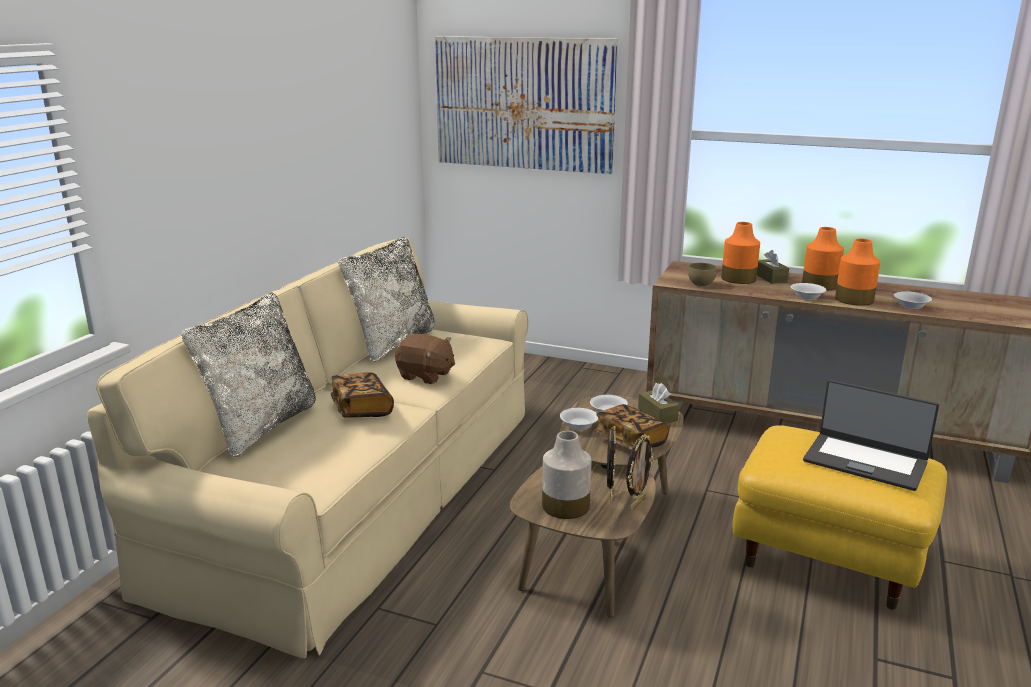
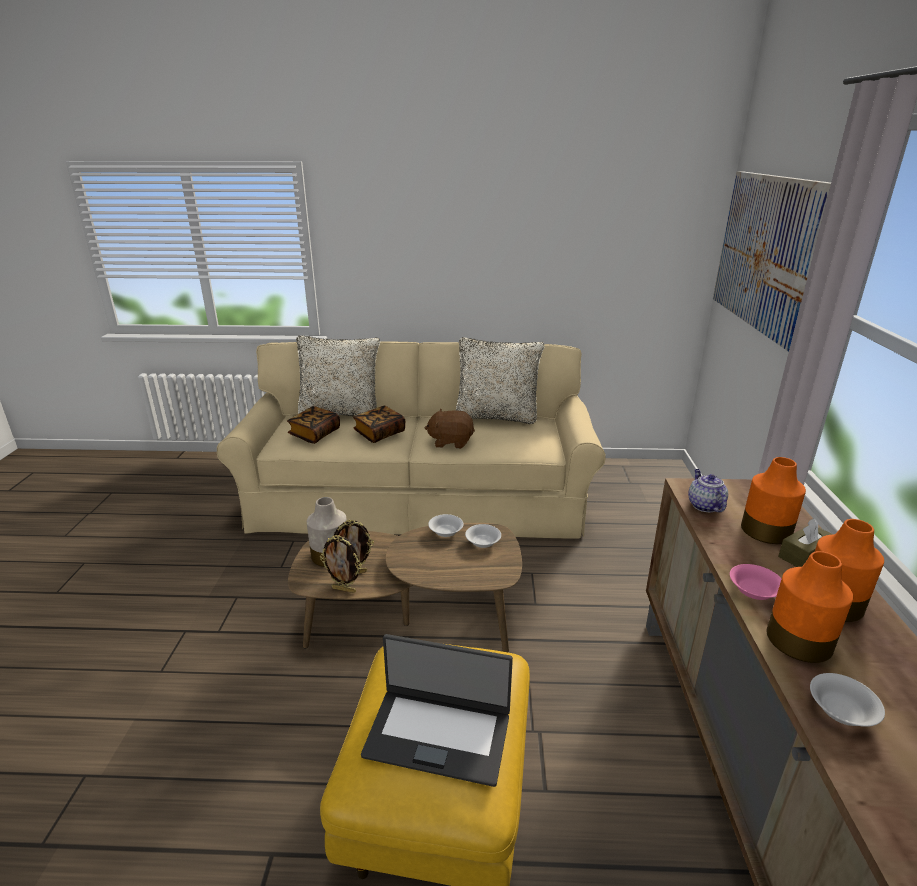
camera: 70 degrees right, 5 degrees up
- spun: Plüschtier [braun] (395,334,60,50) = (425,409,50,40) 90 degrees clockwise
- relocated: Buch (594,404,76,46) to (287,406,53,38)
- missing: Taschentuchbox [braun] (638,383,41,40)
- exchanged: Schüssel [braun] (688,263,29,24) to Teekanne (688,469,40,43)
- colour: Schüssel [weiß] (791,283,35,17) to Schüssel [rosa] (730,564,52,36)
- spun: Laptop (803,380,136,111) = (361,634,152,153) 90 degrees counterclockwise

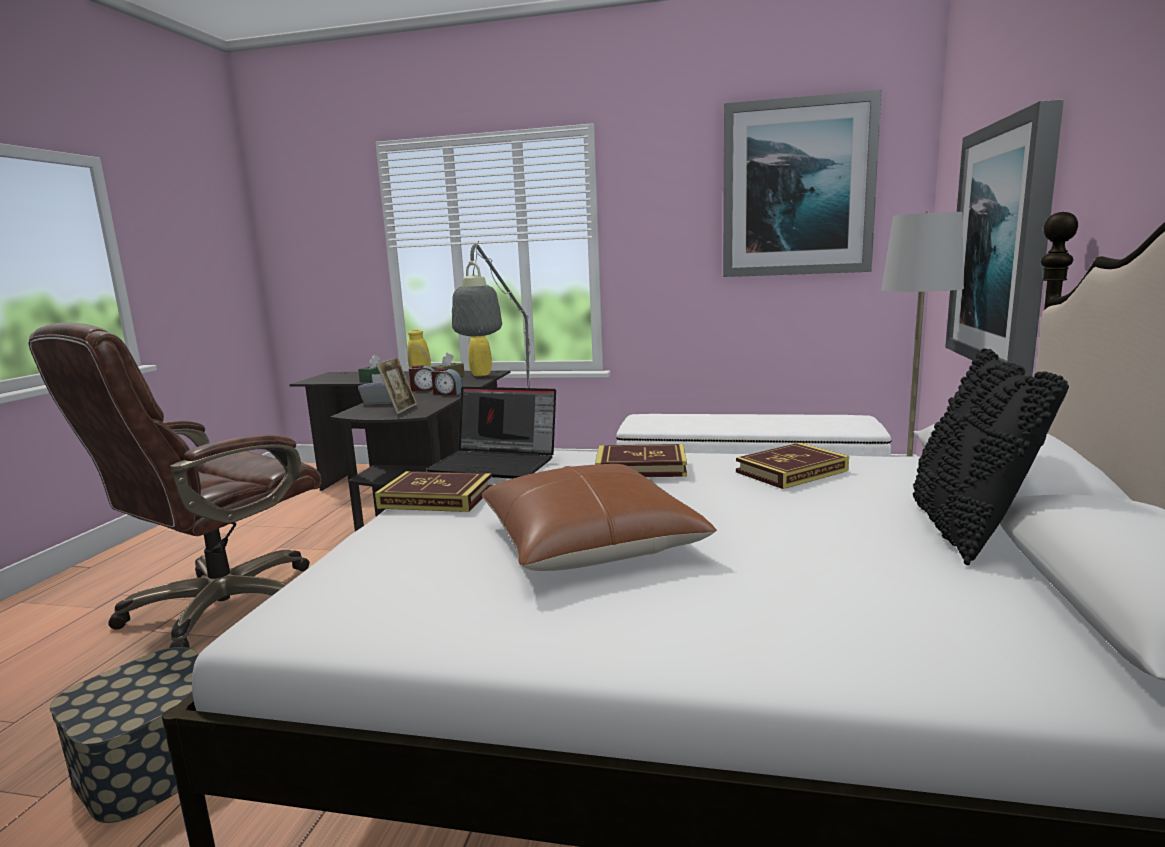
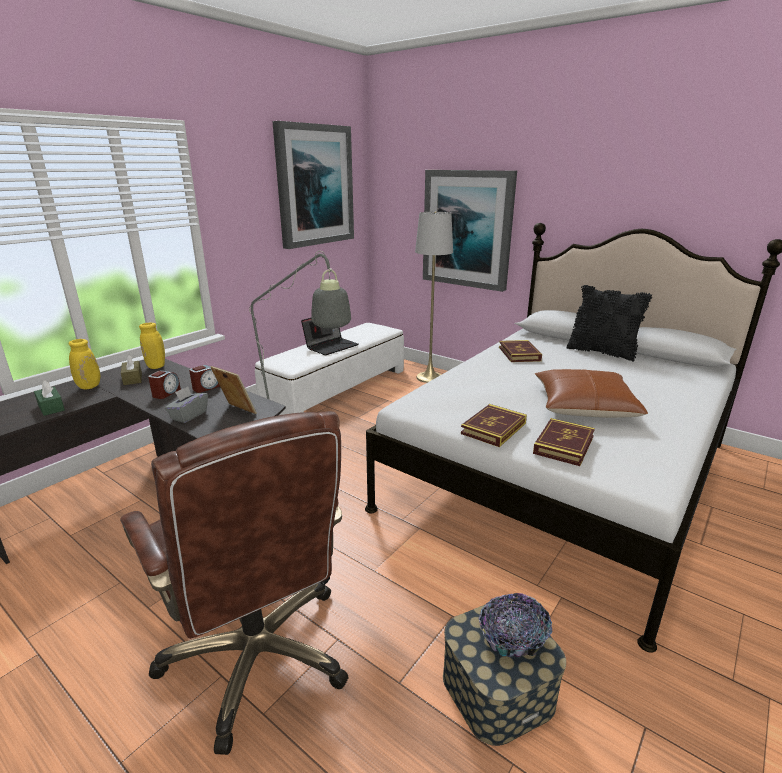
camera: 65 degrees left, 10 degrees up
- relocated: Laptop (426,387,130,92) to (301,318,57,37)
- relocated: Buch (595,444,92,33) to (533,418,62,48)
- appeared: Schüssel (479,593,73,64)

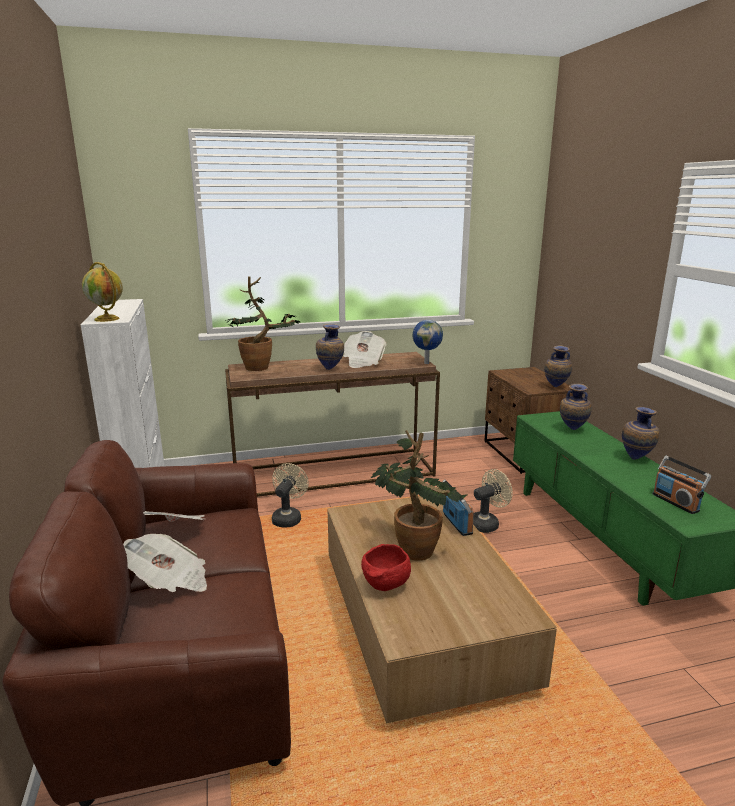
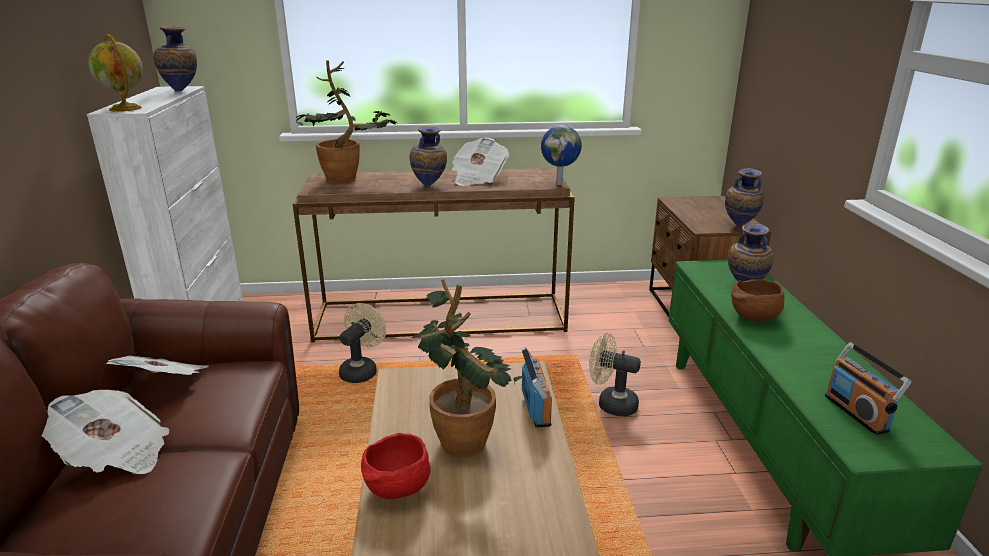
camera: 10 degrees right, 5 degrees up
- spun: Ventilator [beige] (473,469,40,64) = (589,333,52,83) 135 degrees counterclockwise
- relocated: Vase (622,407,38,53) to (154,26,43,65)
- appeared: Schüssel [braun] (731,279,53,42)

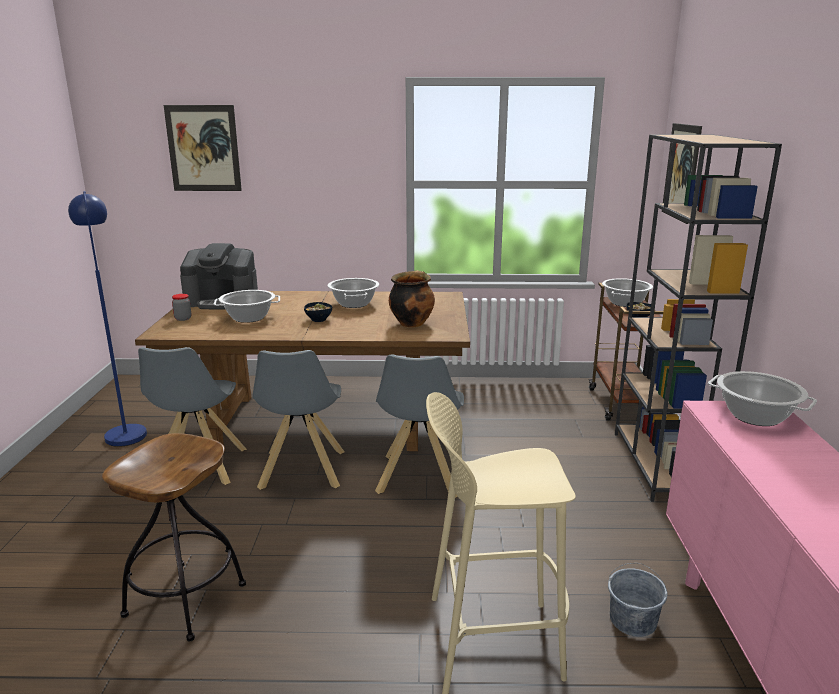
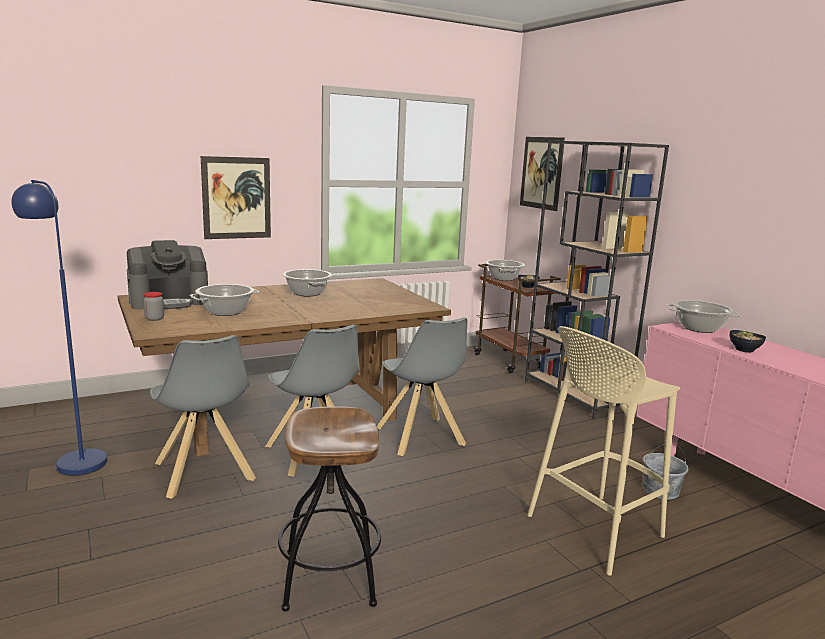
camera: 30 degrees left, 5 degrees down
- relocated: Bild (164,105,78,86) to (201,156,70,83)
- relocated: Schüssel (304,302,28,20) to (730,330,36,23)
- missing: Kochtopf (389,270,46,58)

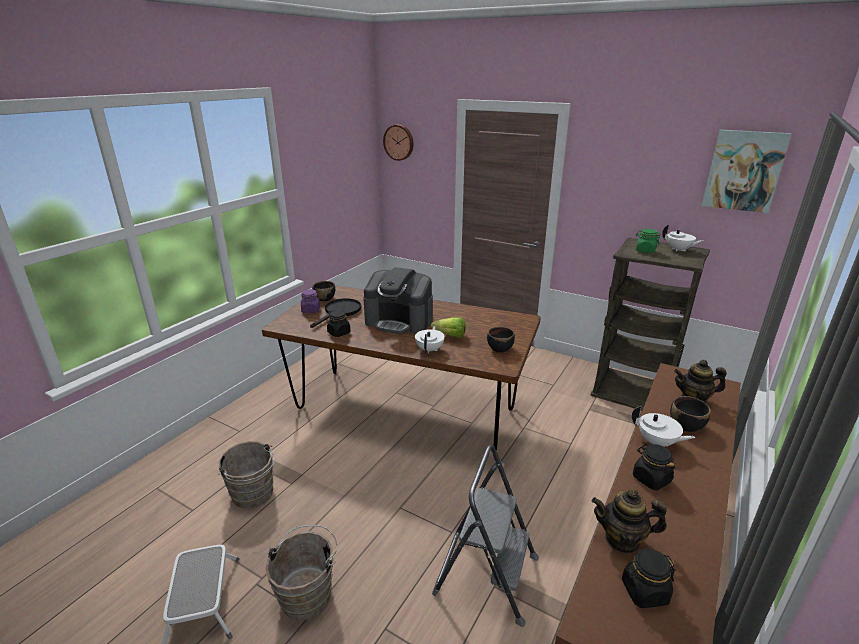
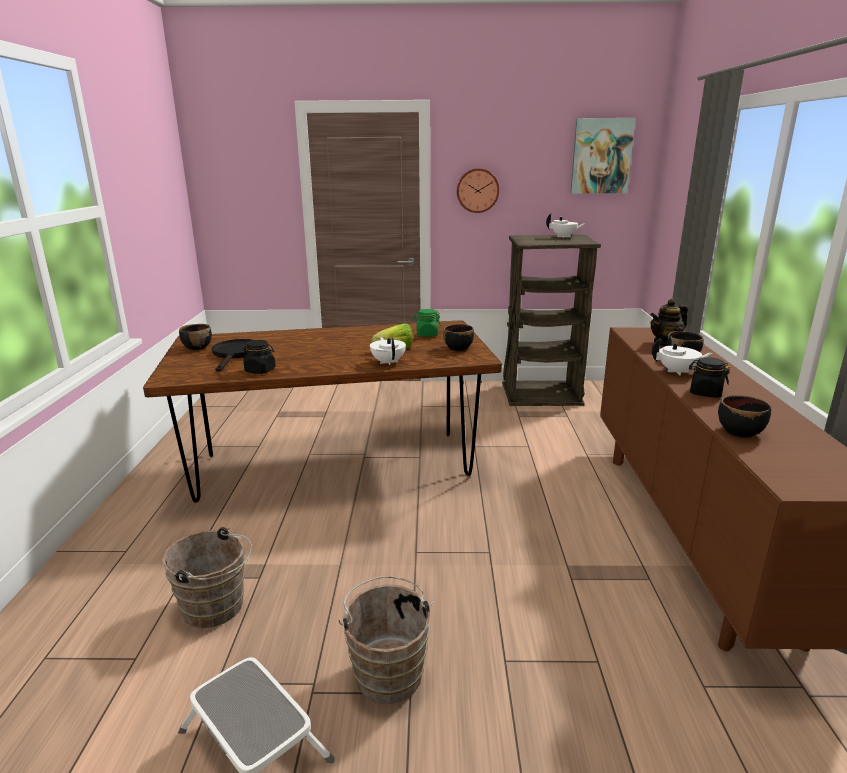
camera: 30 degrees left, 5 degrees down
- missing: Vorratsglas [lila] (301,289,19,24)
- missing: Kaffeemaschine (363,267,70,68)
- relocated: Wanduhr (383,125,31,36) to (457,168,42,45)
- missing: Trittleiter [grau] (432,445,107,182)
- exchanged: Teekanne (592,489,75,65) to Schüssel [schwarz] (718,395,53,43)
- missing: Vorratsglas [schwarz] (622,548,54,60)
- relocated: Vorratsglas [grün] (636,229,25,24) to (413,309,28,28)

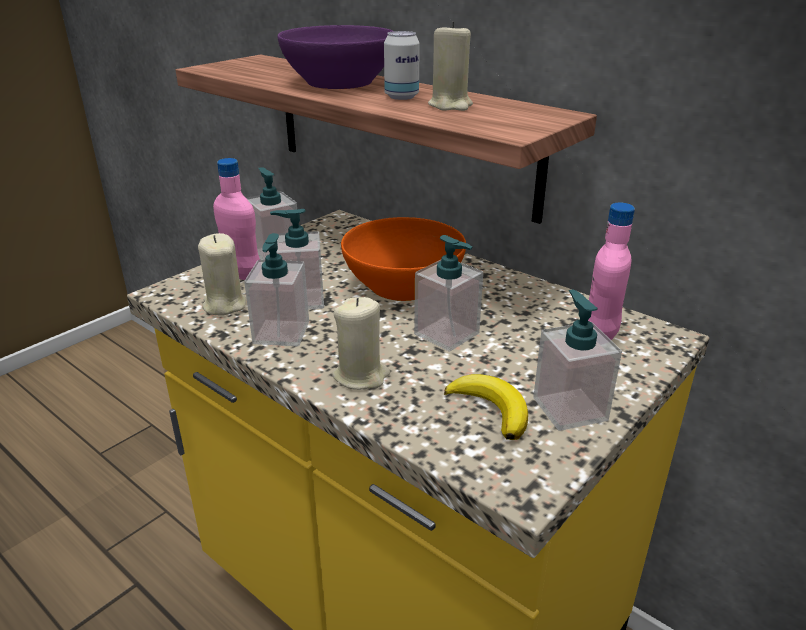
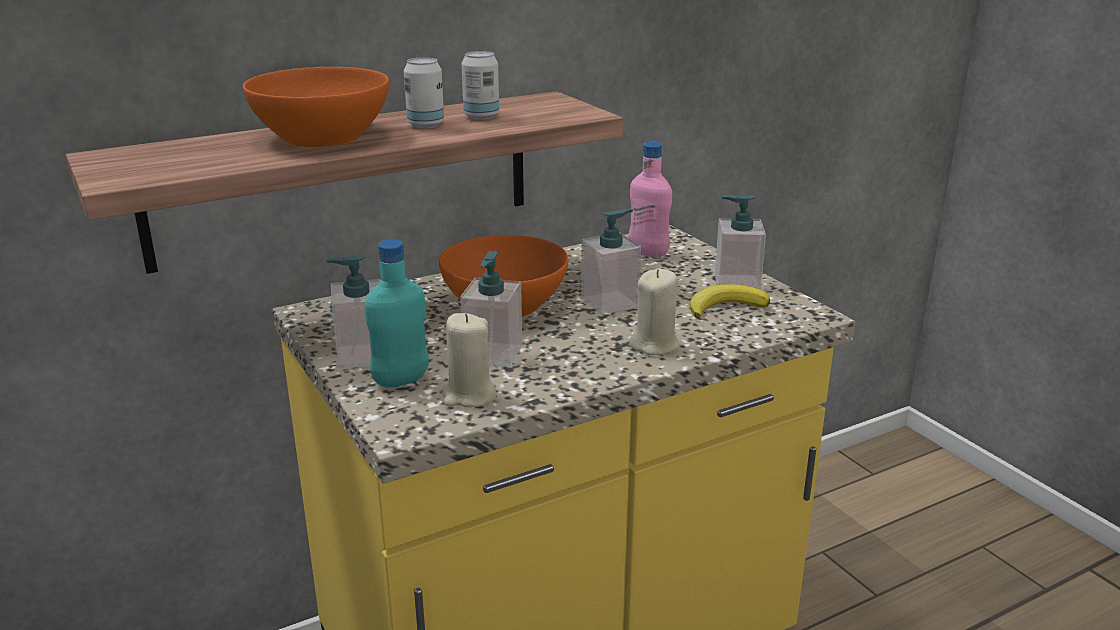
camera: 70 degrees left, 5 degrees down
- colour: Flasche [rosa] (213,158,47,122) to Flasche [türkis] (365,239,64,148)
- missing: Seifenspender (244,233,65,113)
- colour: Schüssel [lila] (278,25,115,64) to Schüssel [orange] (243,67,146,80)
- exchanged: Kerze [beige] (428,21,45,90) to Dose (462,51,37,69)

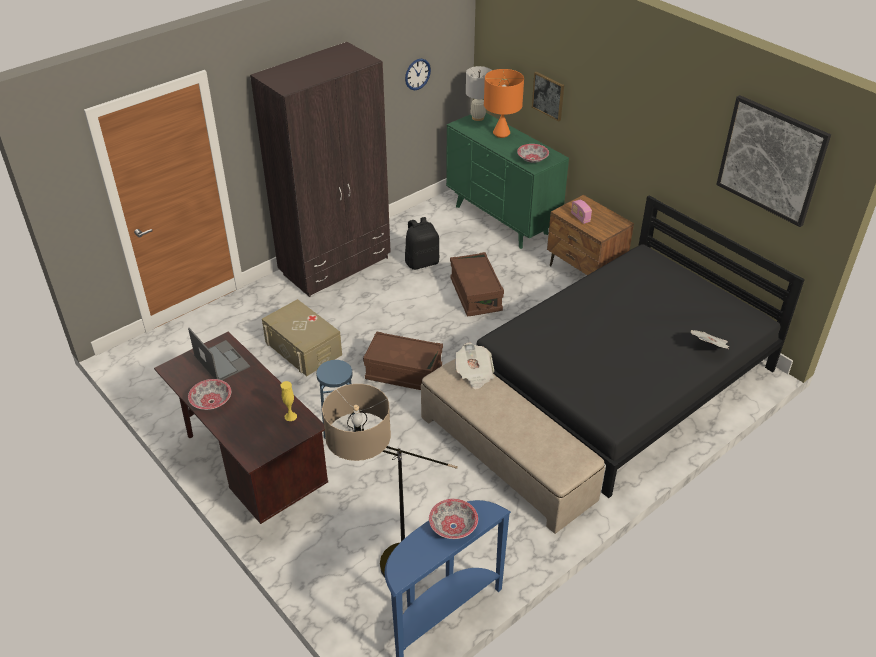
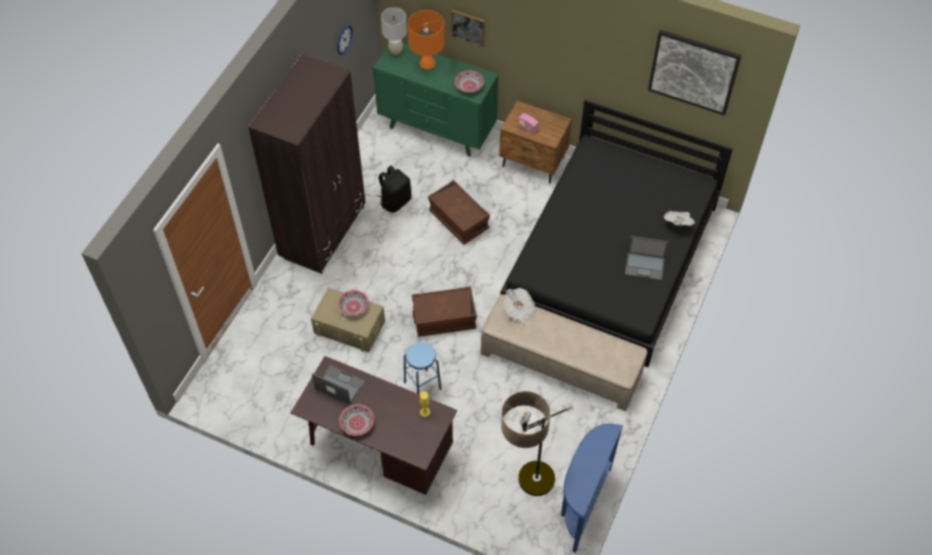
camera: 25 degrees left, 15 degrees up
- relocated: Schüssel (429,499,49,40) to (338,290,31,26)
- appeared: Laptop (625,236,44,44)

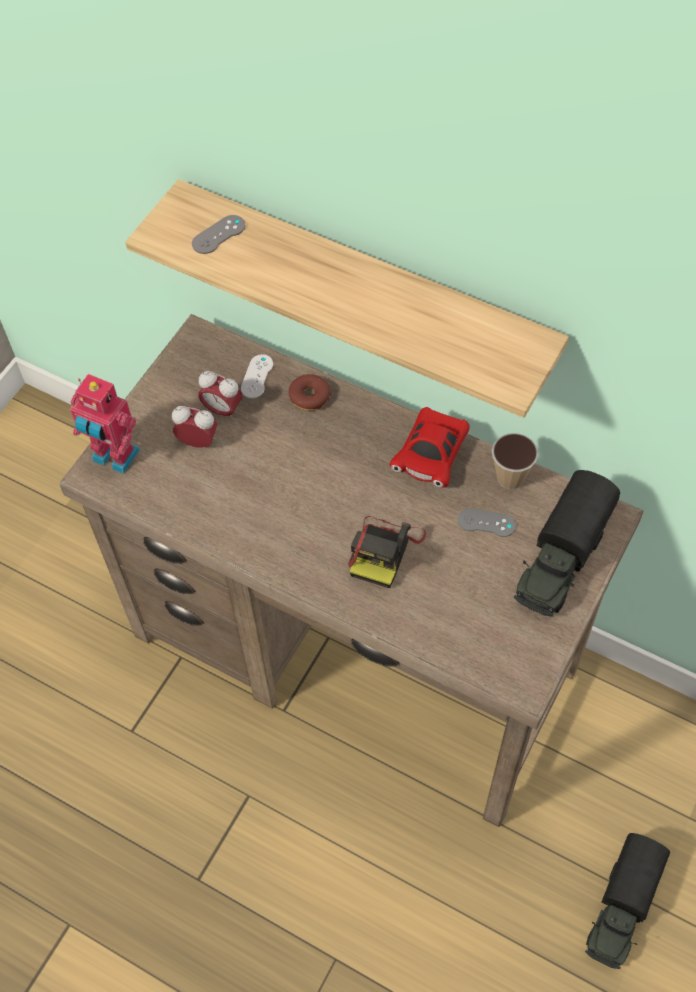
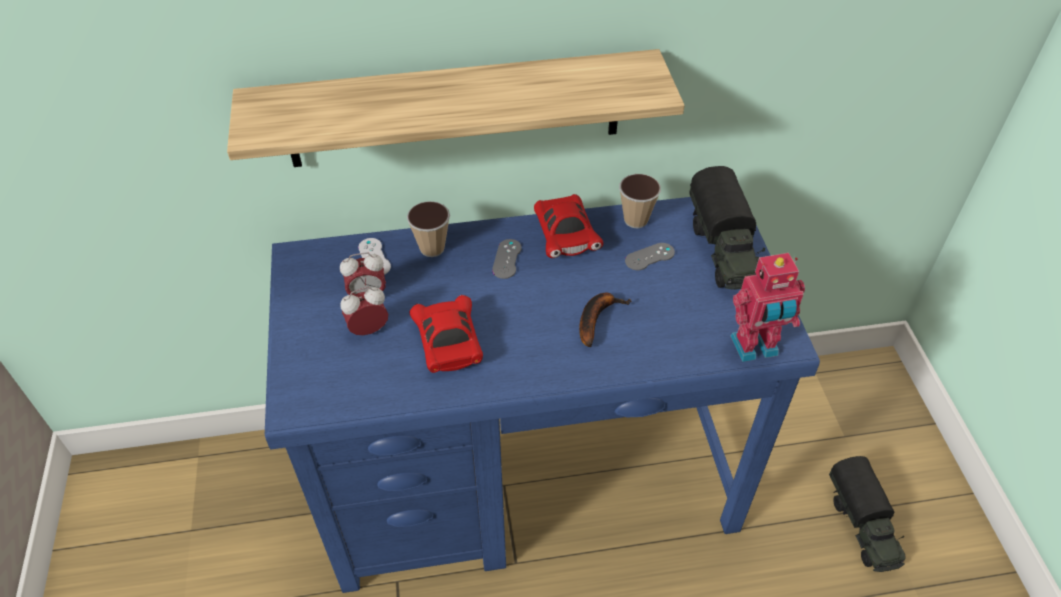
camera: 40 degrees left, 10 degrees down
- colour: Schreibtisch [braun] (60,314,584,513) to Schreibtisch [blau] (265,197,555,396)
- relocated: Spielzeugroboter (70,374,70,100) to (730,253,75,109)
- relocated: Gamepad [grau] (192,215,53,39) to (492,239,30,40)
- exchanged: Donut (289,374,42,37) to Tasse (407,201,43,56)
- exchanged: Kamera (348,516,78,72) to Banane (579,293,53,54)
- appeared: Spielzeugauto [rot] (410,295,73,78)

